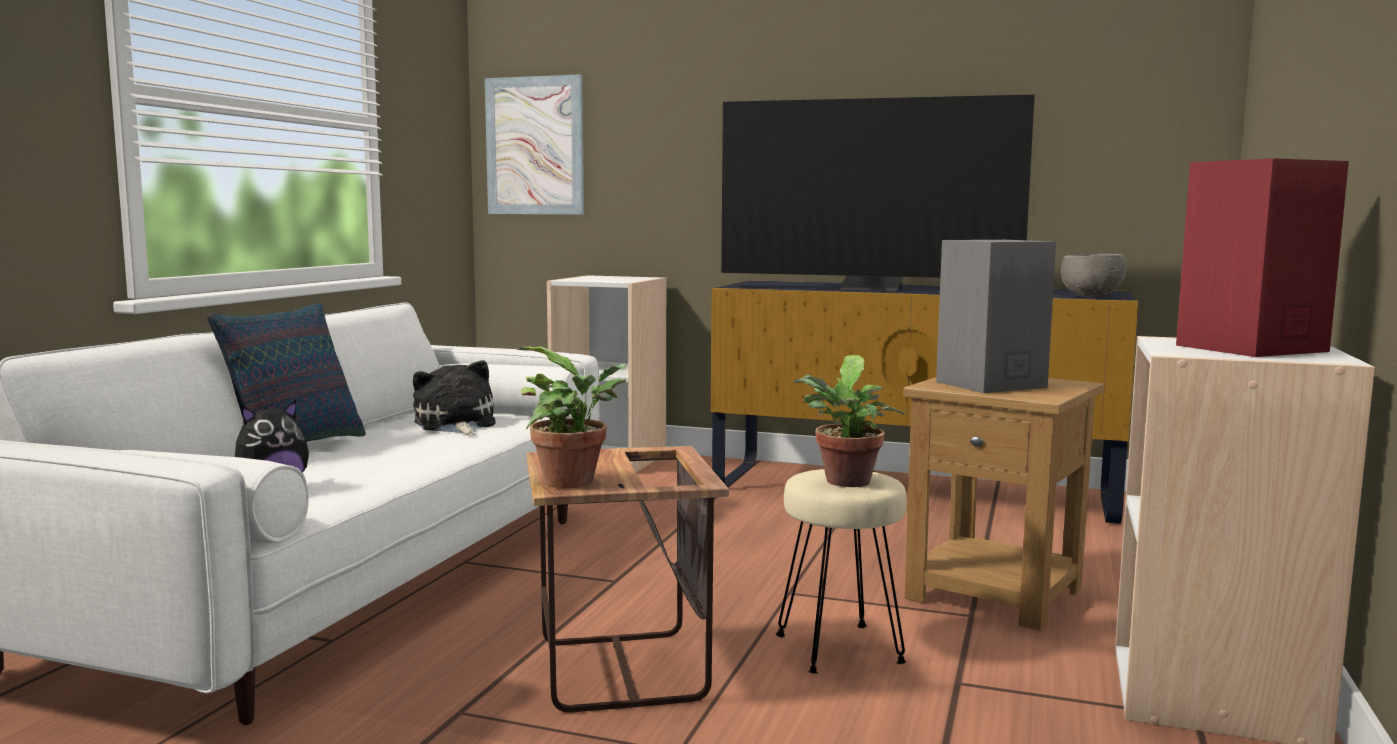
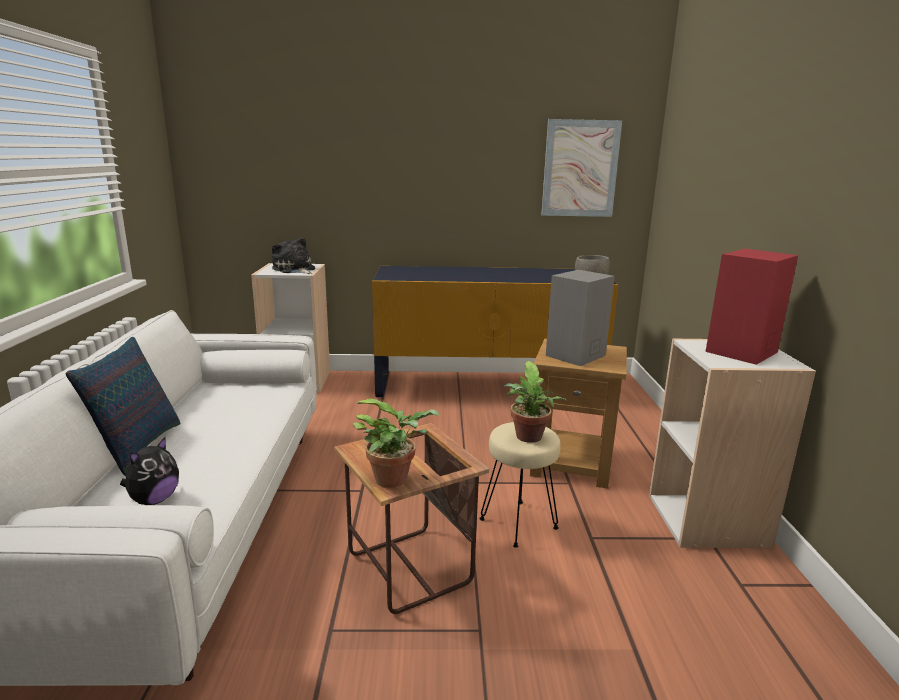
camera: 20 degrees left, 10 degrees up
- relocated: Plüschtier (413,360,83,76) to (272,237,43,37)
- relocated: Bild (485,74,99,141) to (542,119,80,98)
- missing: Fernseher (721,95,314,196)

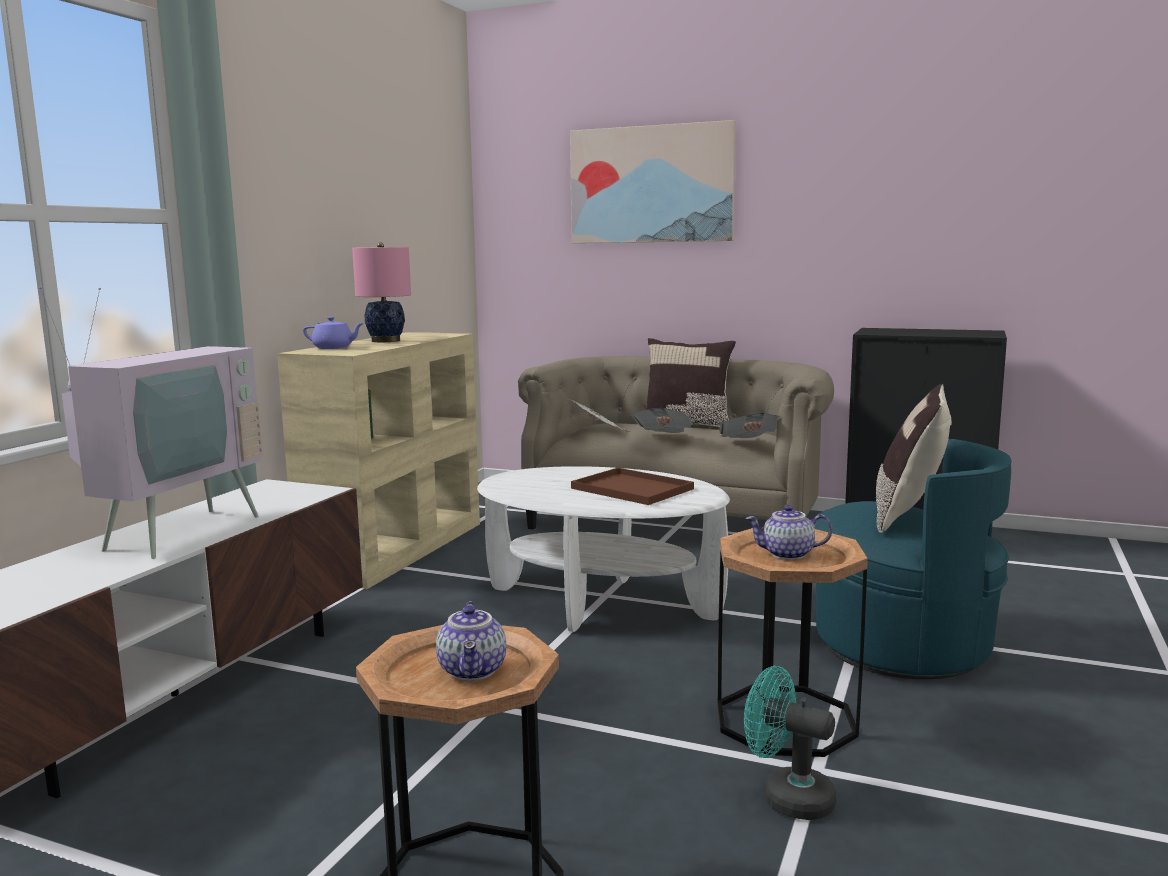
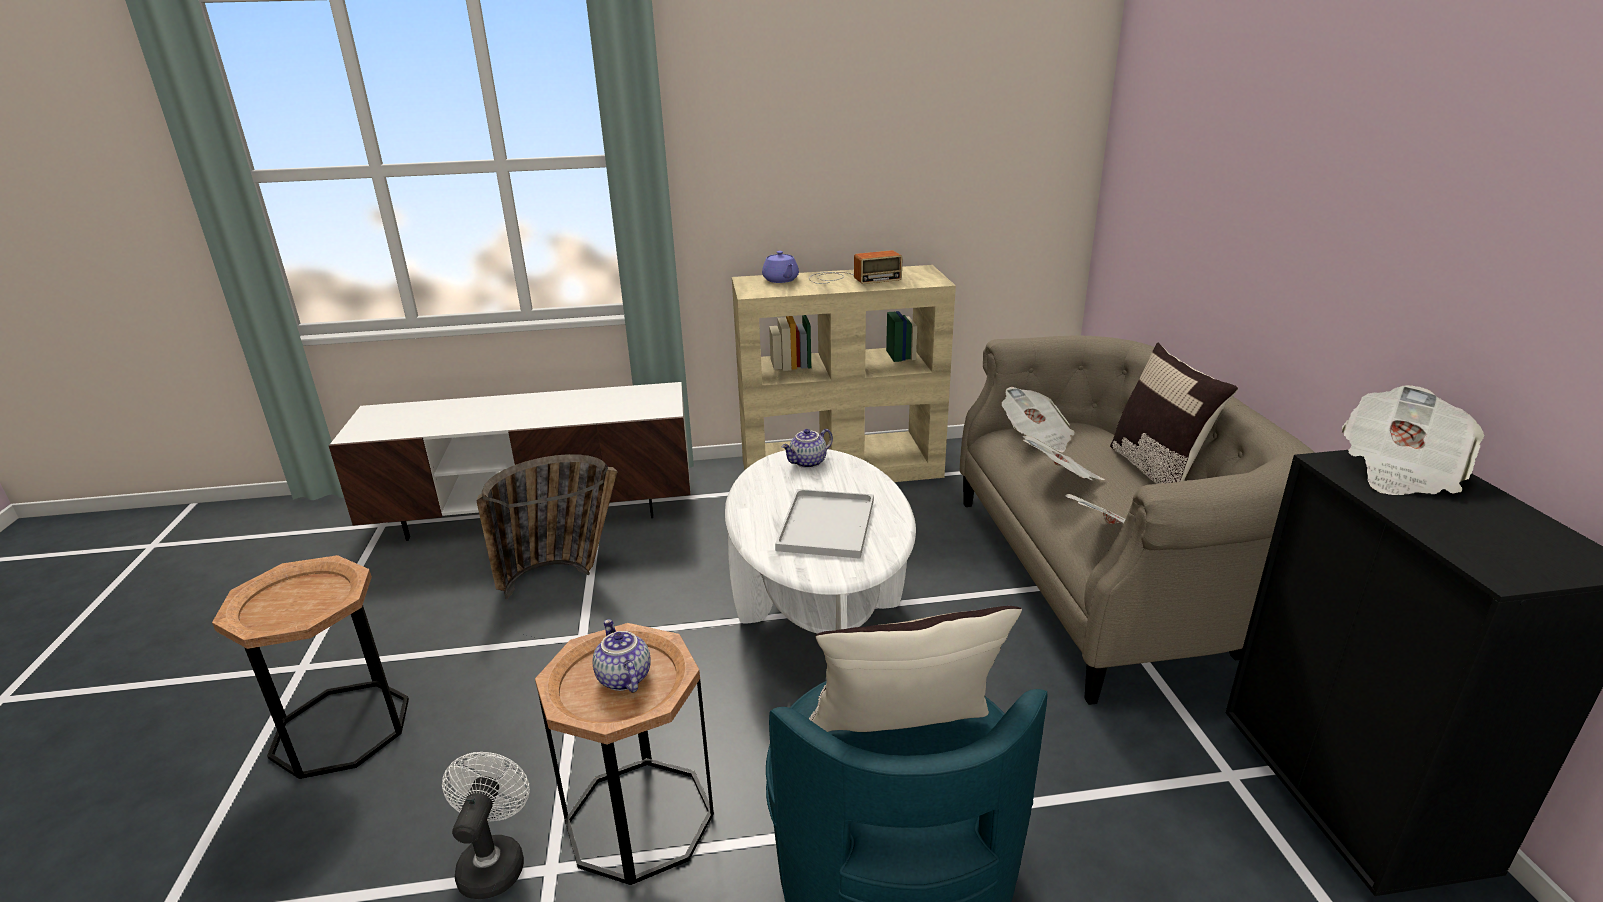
camera: 60 degrees right, 15 degrees up
- missing: Fernseher (39,287,224,272)
- exchanged: Tischlampe [rosa] (352,242,59,100) to Radio (809,250,94,34)
- relocated: Teekanne (436,601,70,80) to (781,429,52,39)
- missing: Bild (570,120,166,123)
- colour: Tablett [braun] (571,468,123,37) to Tablett [weiß] (775,489,99,70)
- colour: Ventilator [türkis] (744,666,92,154) to Ventilator [weiß] (442,752,88,147)
- appeared: Korb (476,454,142,145)
- appeared: Zeitung (1342,385,143,110)

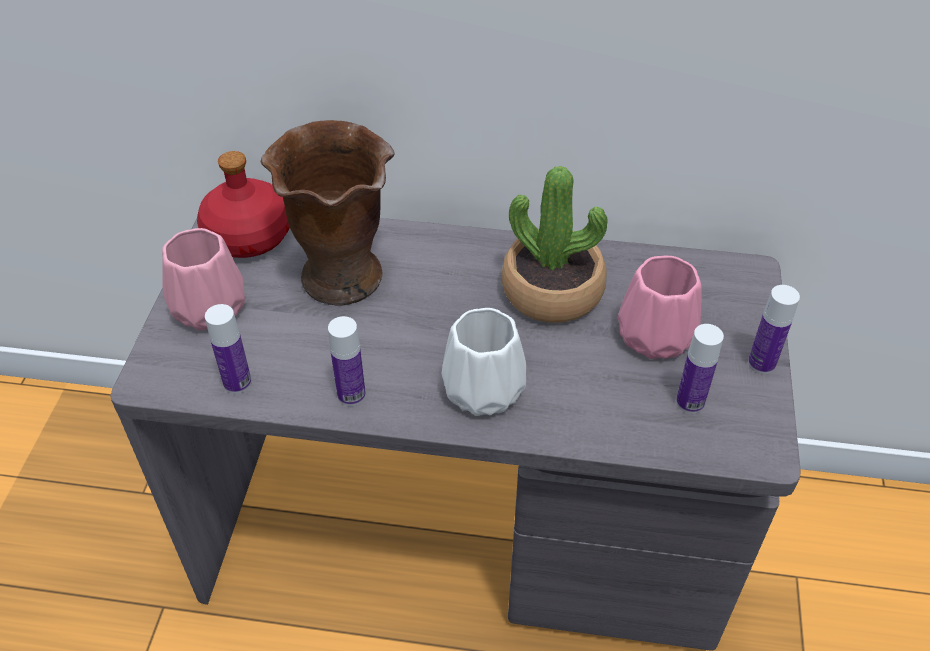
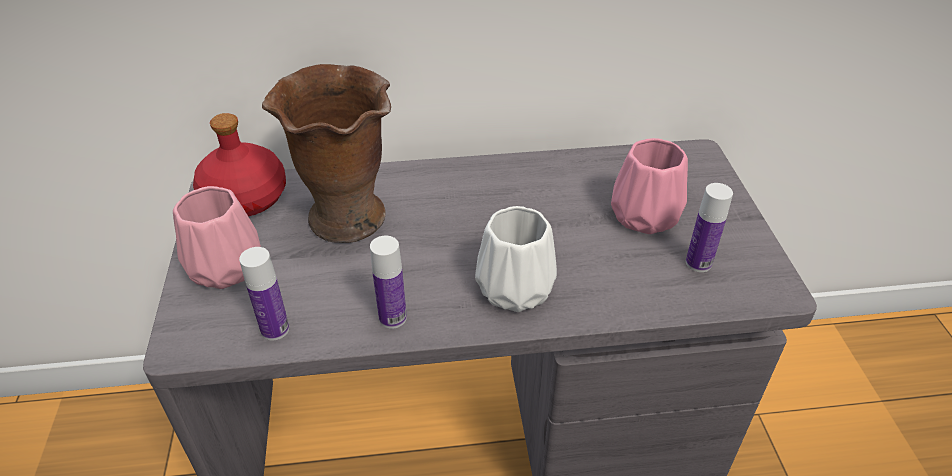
camera: 15 degrees left, 5 degrees down
- missing: Topfpflanze (501,166,107,157)
- missing: Flasche (748,285,52,89)

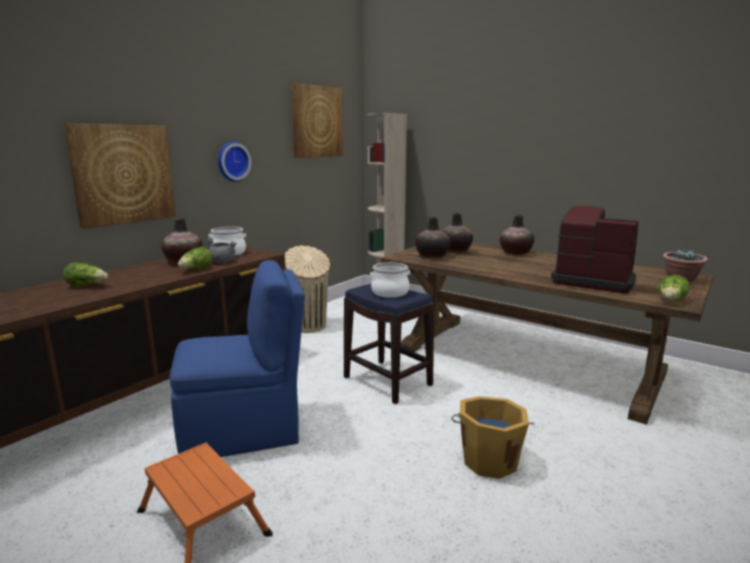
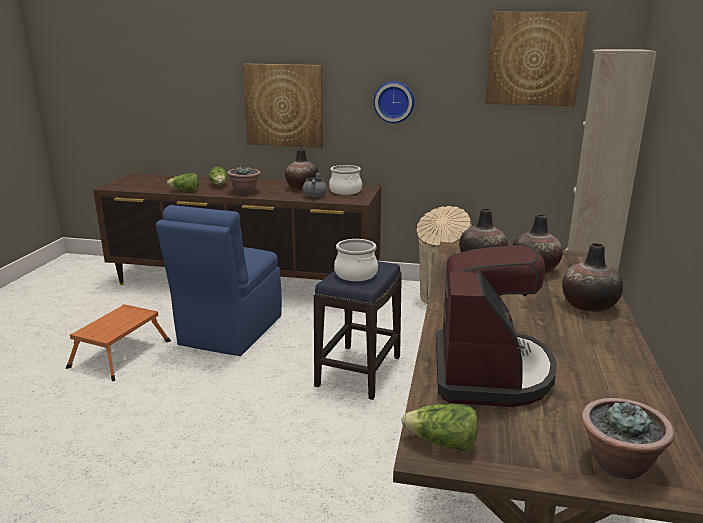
camera: 65 degrees right, 5 degrees up
- spun: Stuhl [blau] (170,260,135,197) = (156,205,126,151) 60 degrees clockwise
- relocated: Salatkopf (178,247,34,22) to (167,173,32,18)
- missing: Eimer [orange] (451,396,84,83)
- appeared: Topfpflanze (227,165,34,29)

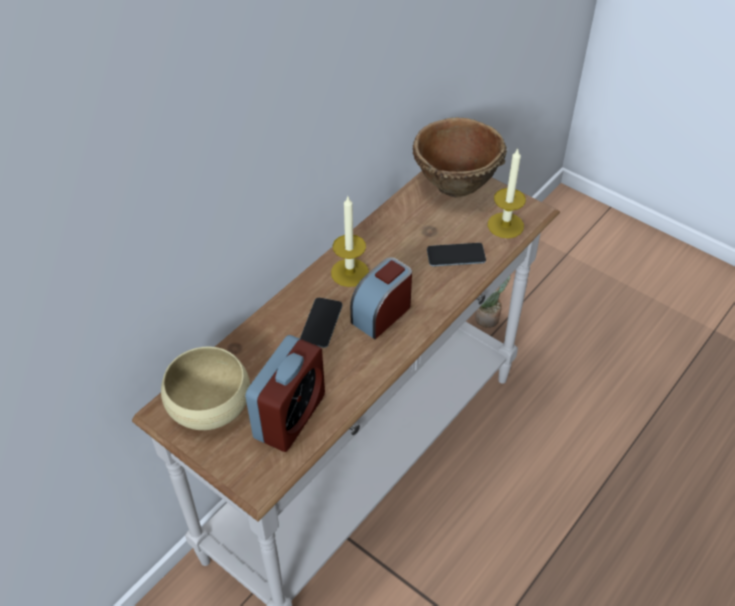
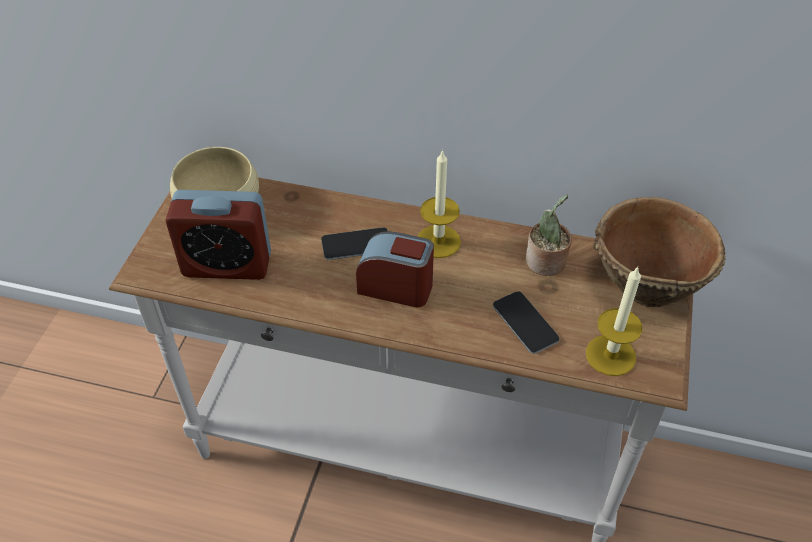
camera: 65 degrees right, 0 degrees up
- relocated: Topfpflanze (475,276,35,52) to (525,194,47,82)

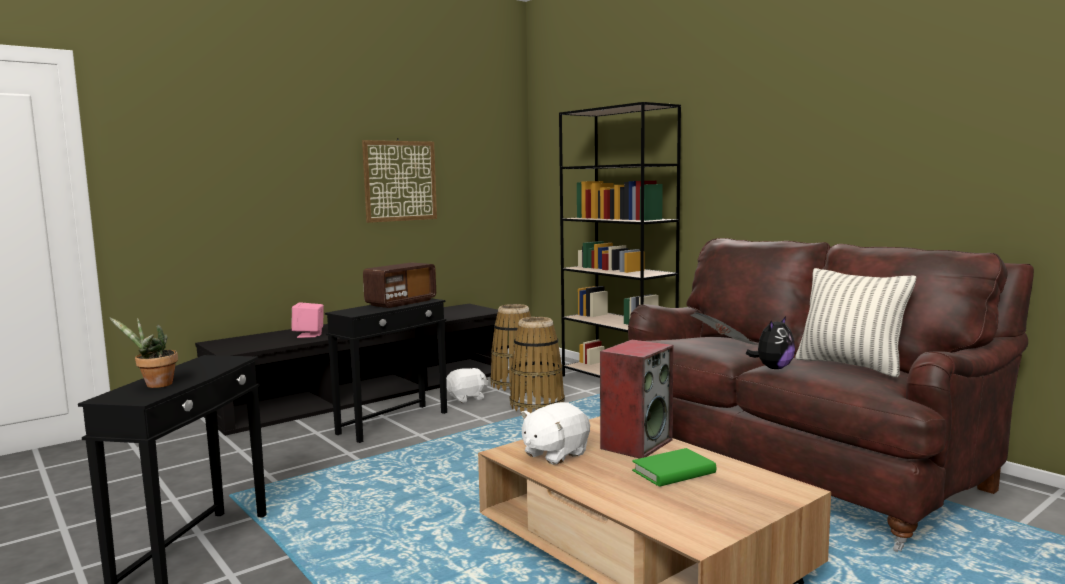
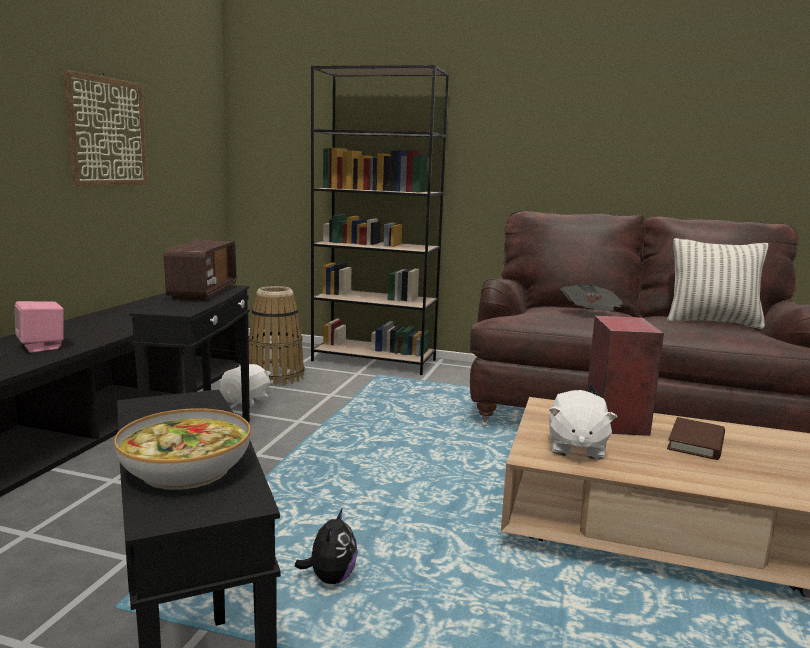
camera: 35 degrees left, 5 degrees up
- exchanged: Topfpflanze (109,317,69,71) to Schüssel (114,408,136,82)
- missing: Korb (510,317,55,96)
- colour: Buch [grün] (632,448,84,39) to Buch [braun] (667,417,58,43)
- relocated: Plüschtier (746,316,49,53) to (295,508,63,76)

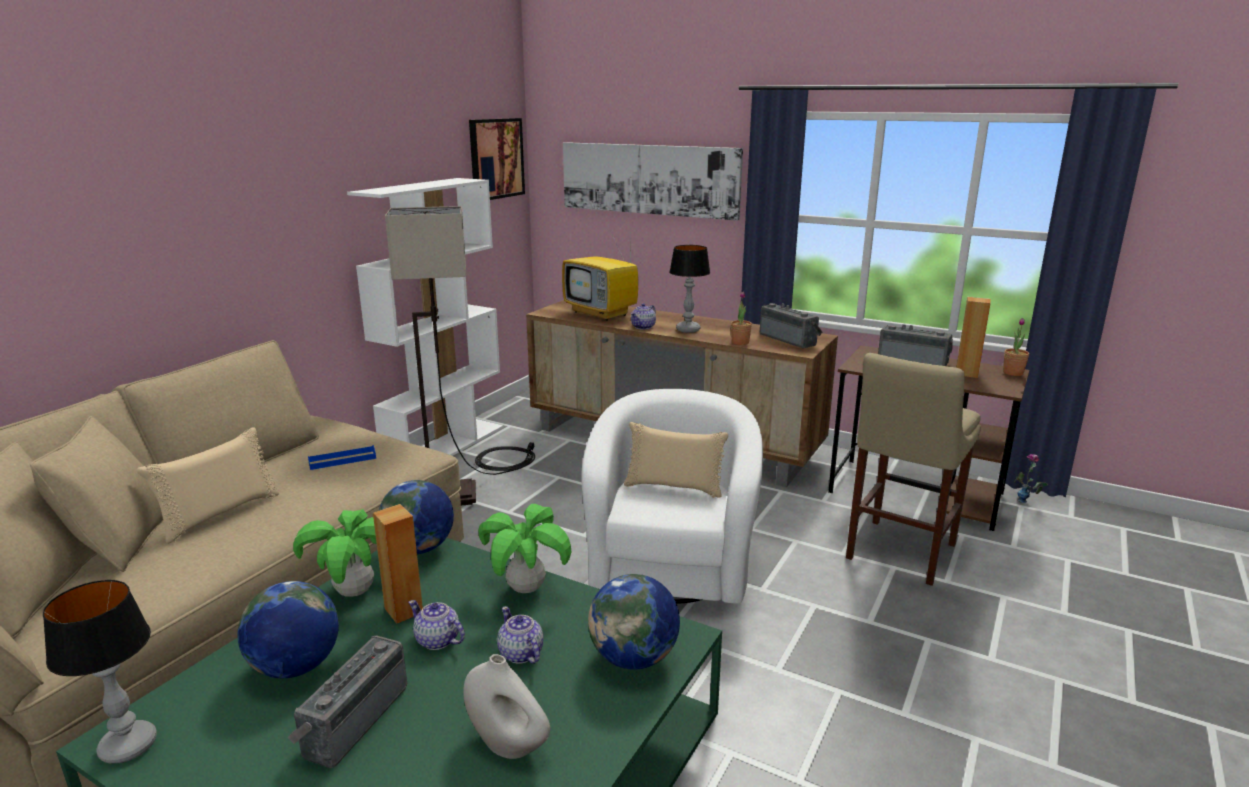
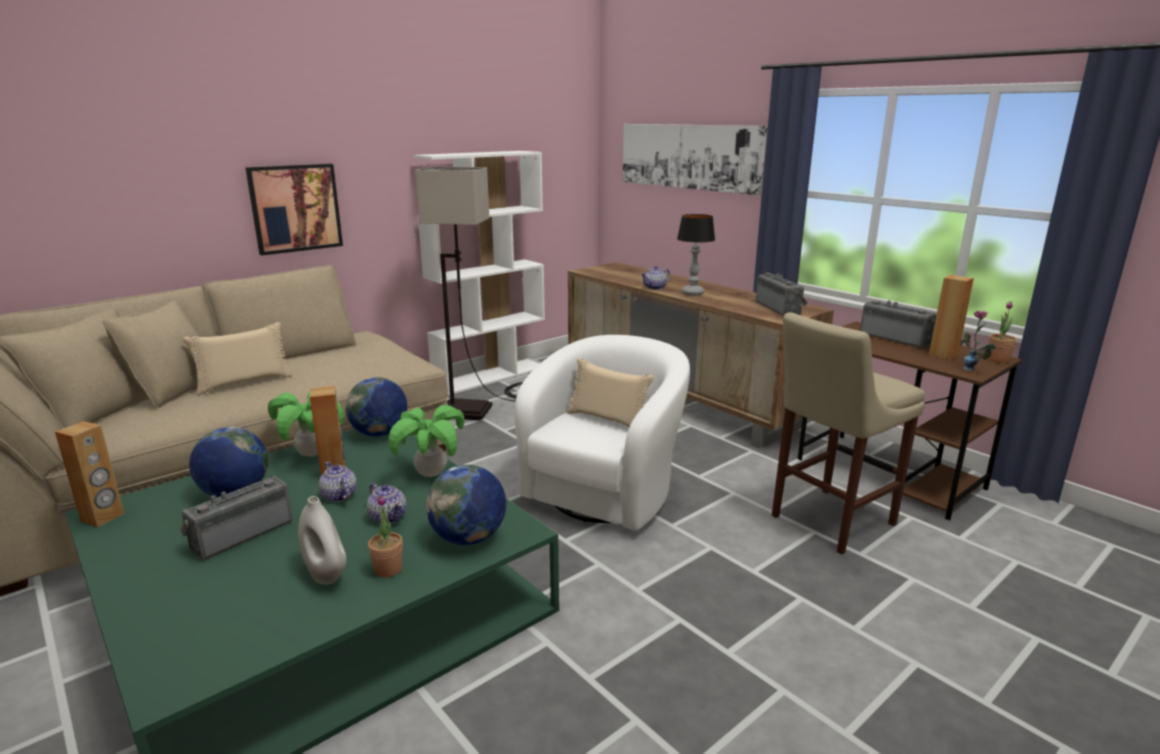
camera: 20 degrees right, 0 degrees up
- exchanged: Tischlampe (43,580,114,184) to Lautsprecher [braun] (55,421,69,107)
- missing: Tablett [blau] (308,445,68,25)
- relocated: Bild (469,118,56,82) to (245,164,98,92)
- spun: Teekanne (497,606,46,58) = (367,483,39,41) 150 degrees clockwise
- missing: Fernseher (562,235,76,86)
- relocated: Topfpflanze (731,291,21,54) to (368,495,35,82)
- relocated: Vase (1014,454,34,49) to (960,310,36,60)

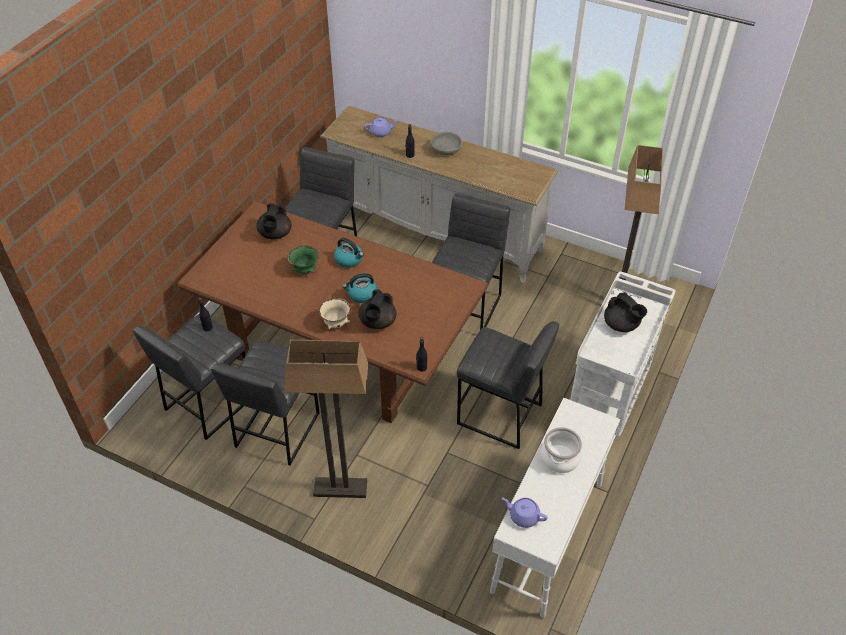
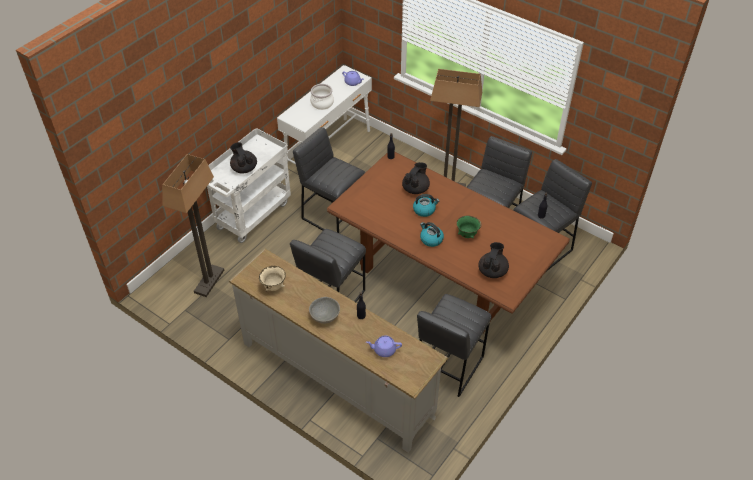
camera: 170 degrees left, 0 degrees up
- relocated: Schüssel [beige] (319,298,32,31) to (259,266,27,25)

